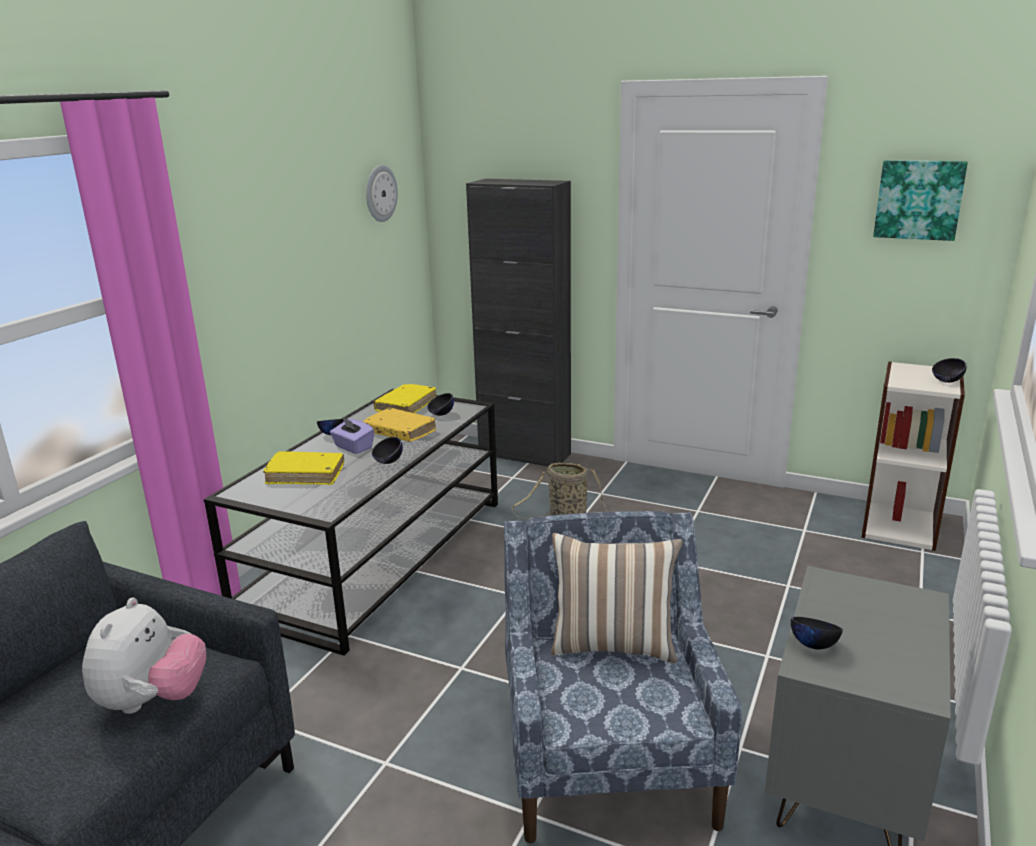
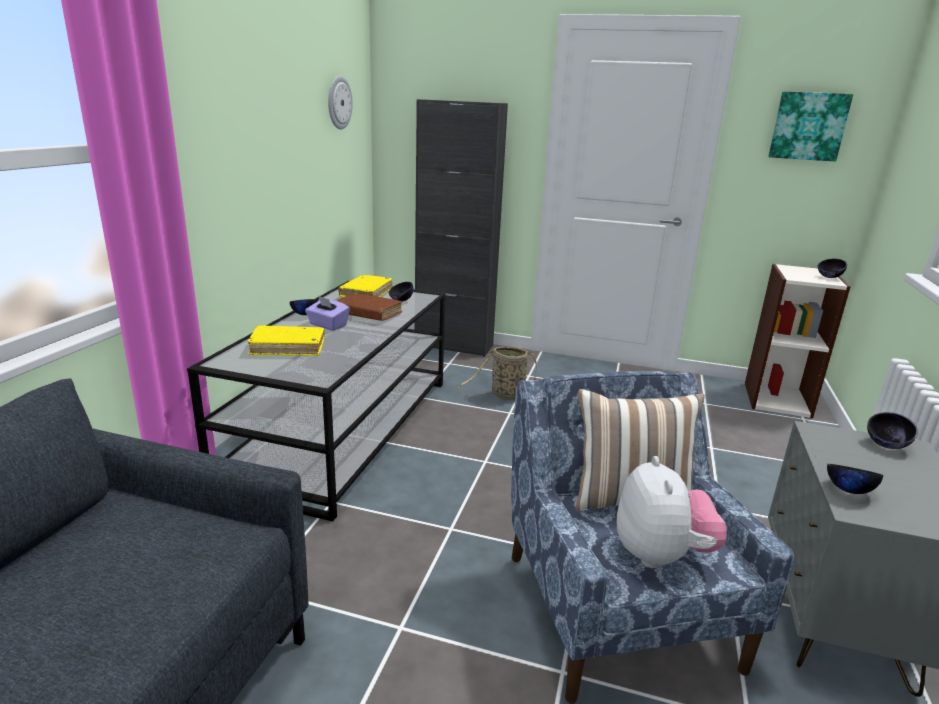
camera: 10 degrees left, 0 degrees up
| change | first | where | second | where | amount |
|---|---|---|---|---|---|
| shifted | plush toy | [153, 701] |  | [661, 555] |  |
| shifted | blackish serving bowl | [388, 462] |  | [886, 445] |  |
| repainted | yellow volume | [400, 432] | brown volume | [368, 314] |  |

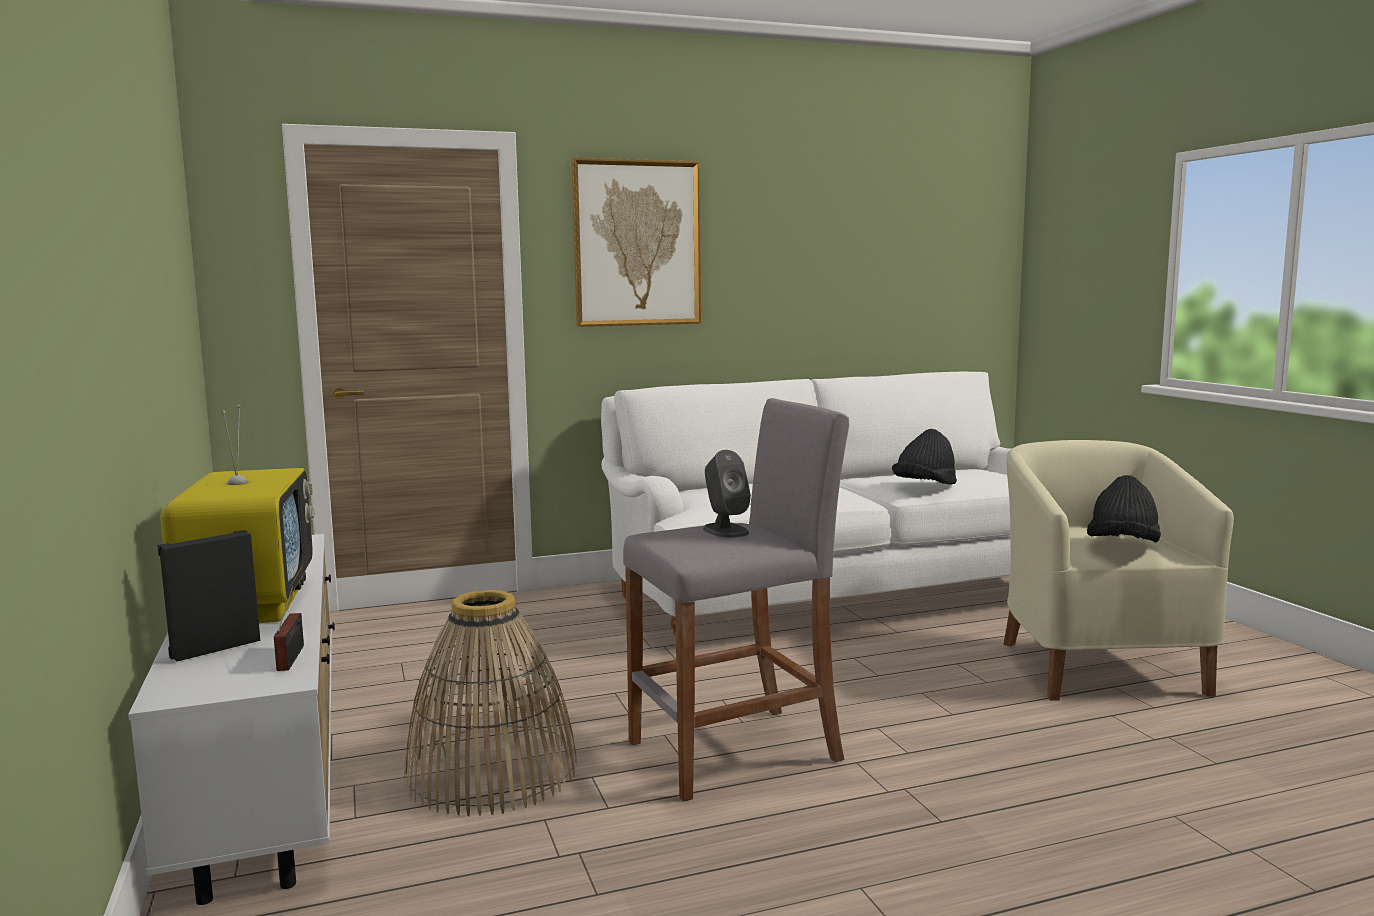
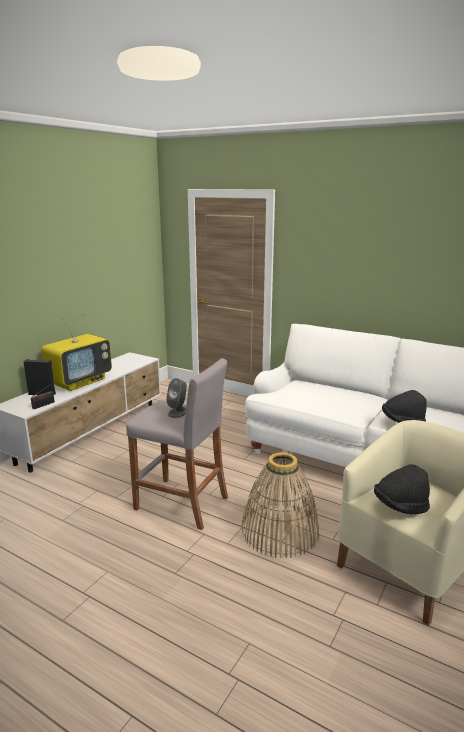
camera: 50 degrees right, 10 degrees up
| change | first | where | second | where | amount |
|---|---|---|---|---|---|
| gone | picture | [637, 243] |  |  |  |
| shifted | storage basket | [491, 771] |  | [280, 531] |  |

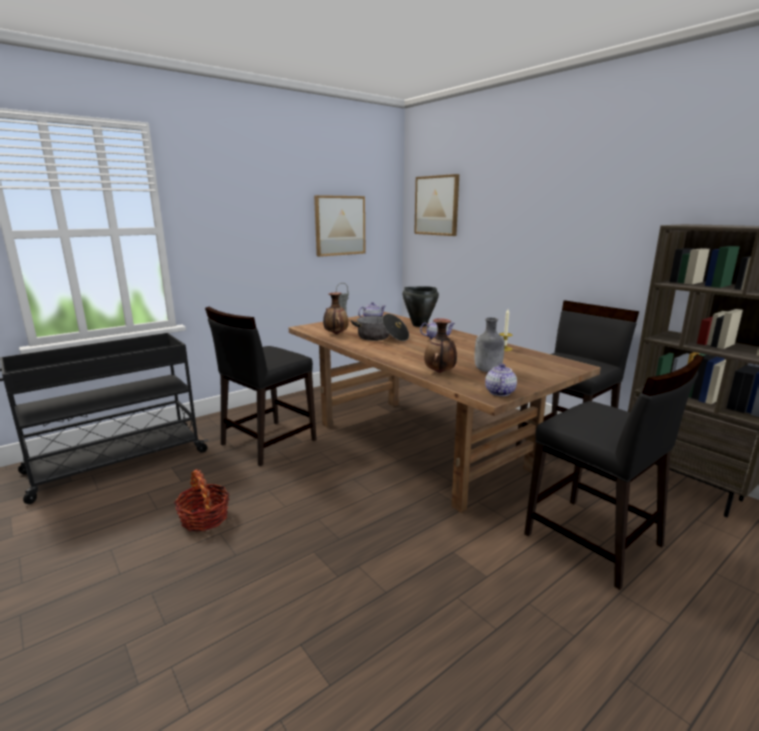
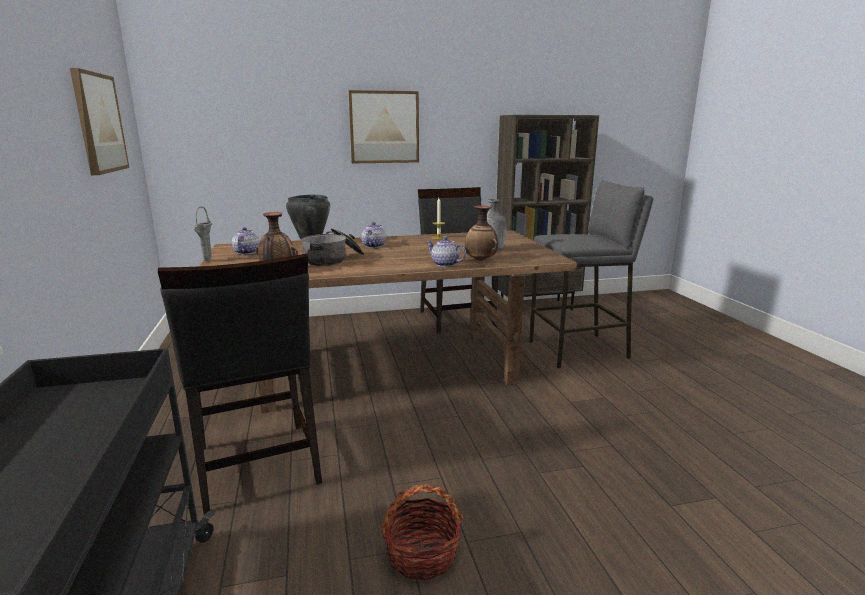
camera: 65 degrees left, 0 degrees up
| change | first | where | second | where | amount |
|---|---|---|---|---|---|
| shifted | picture | [437, 205] |  | [384, 127] |  |
| shifted | tea pot | [499, 392] |  | [445, 264] |  |
| swapped | blackish upright chair | [593, 541] | gray stool | [579, 350] |  |

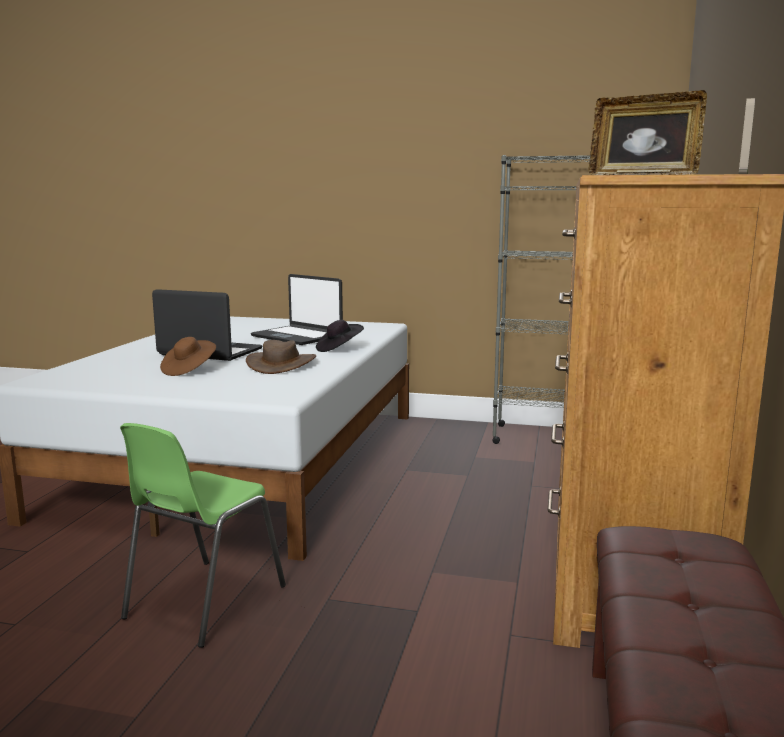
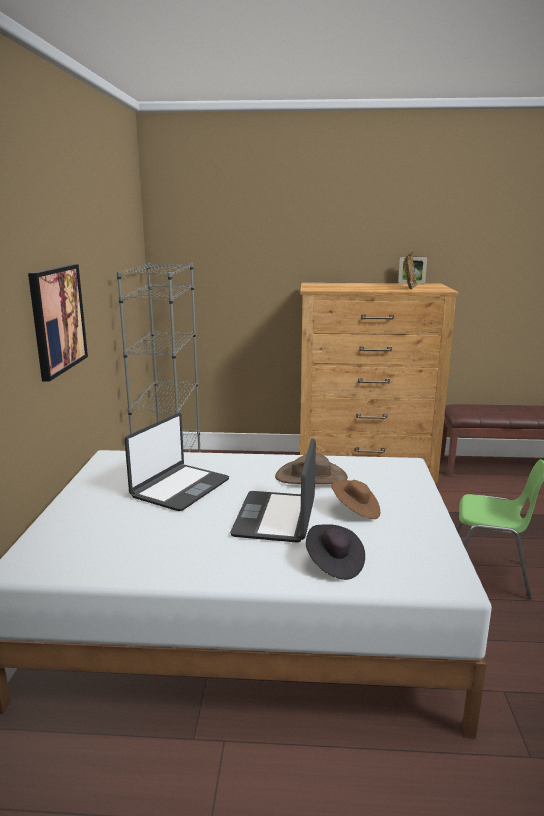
camera: 100 degrees left, 5 degrees up
| change | first | where | second | where | amount |
|---|---|---|---|---|---|
| new |  |  | picture | [57, 319] |  |
| shifted | blackish hat | [339, 349] |  | [334, 564] |  |

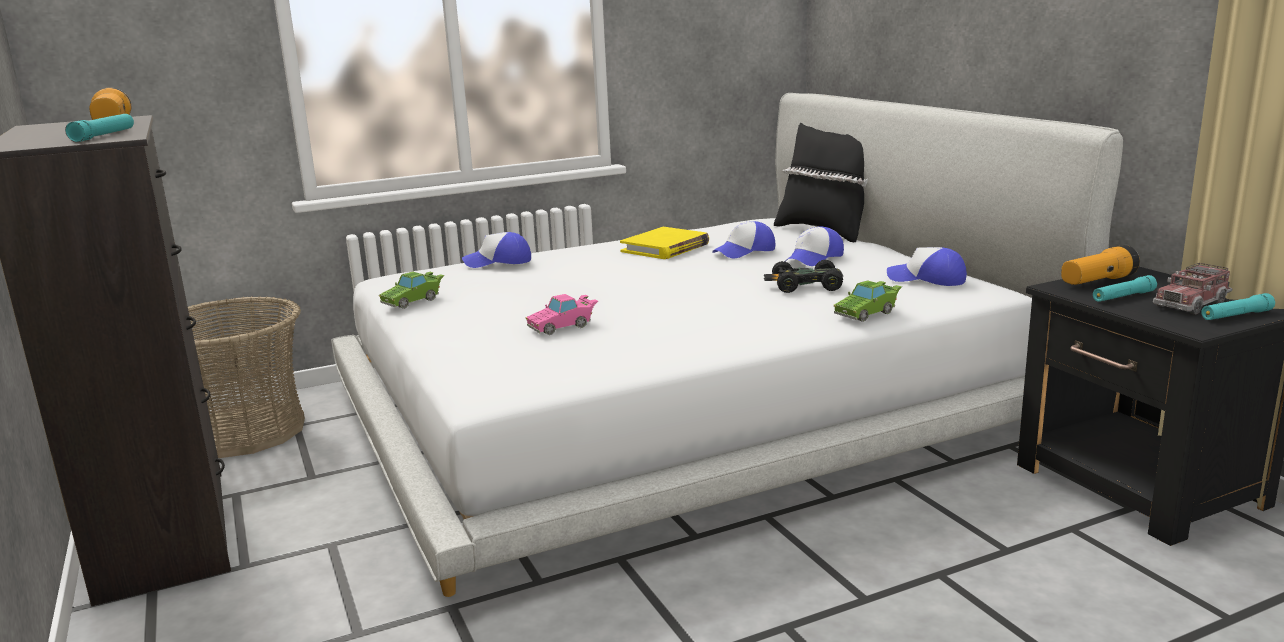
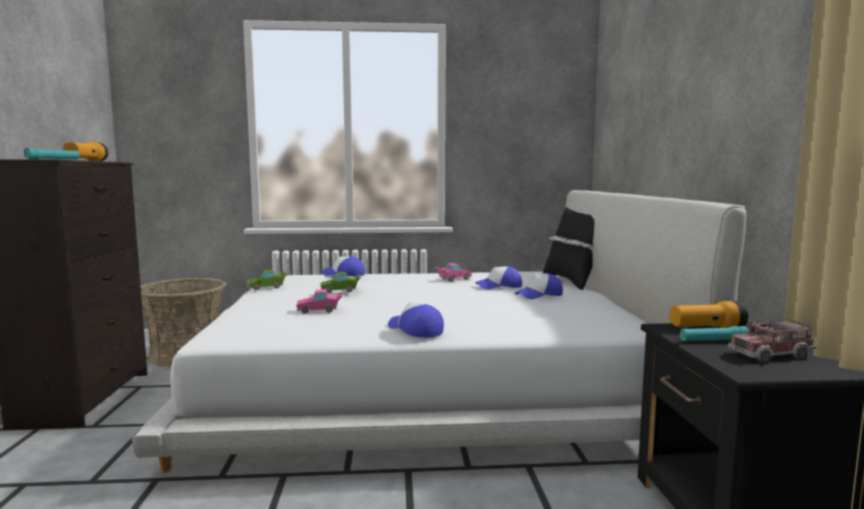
camera: 20 degrees right, 10 degrees down
| change | first | where | second | where | amount |
|---|---|---|---|---|---|
| gone | blackish miniature car | [805, 286] |  |  |  |
| gone | blue-green flashlight | [1236, 315] |  |  |  |
| shifted | green-coloured miniature car | [867, 313] |  | [340, 290] |  |
| shifted | peaked cap | [927, 279] |  | [415, 330] |  |
| swapped | yellow volume | [665, 248] | pink miniature car | [453, 279] |  |

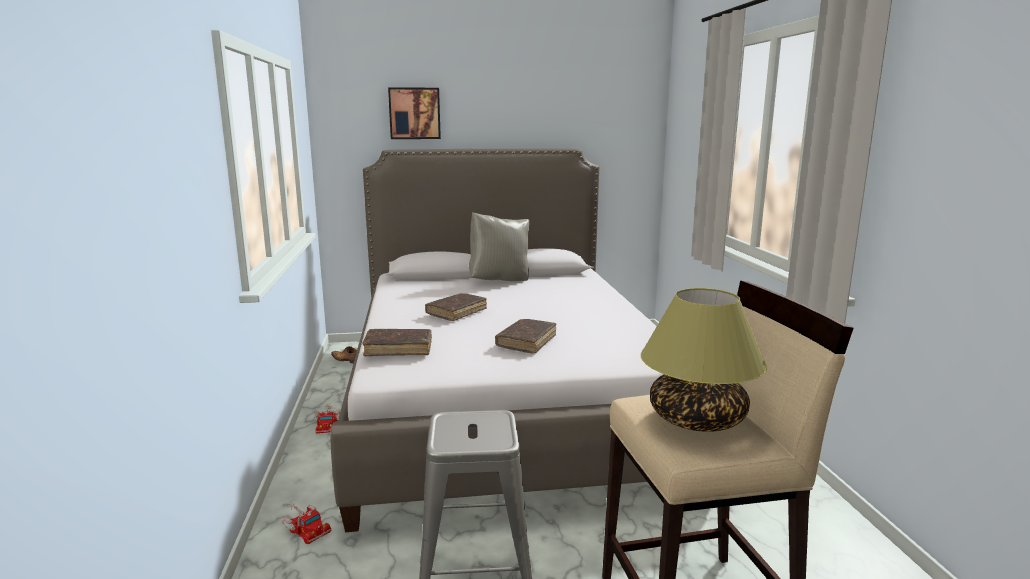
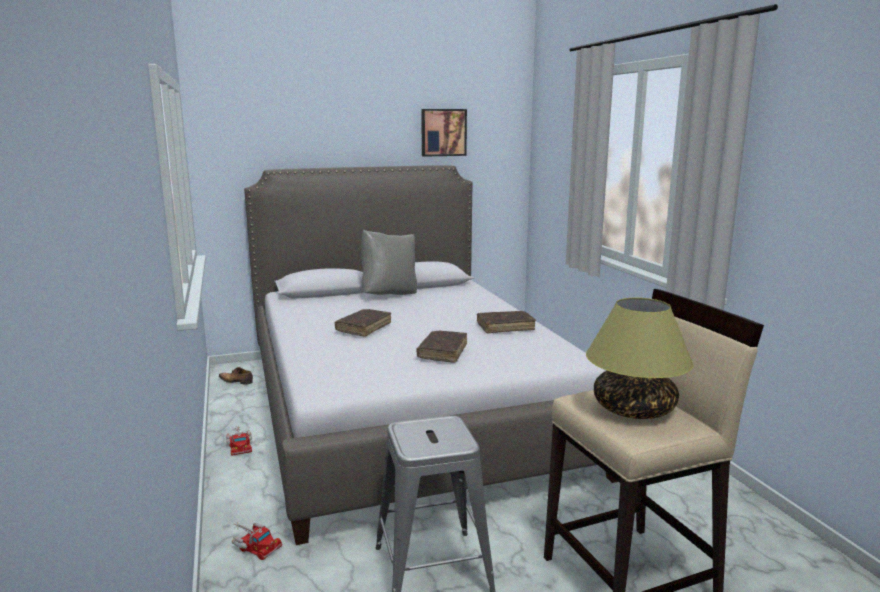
camera: 10 degrees left, 0 degrees up
| change | first | where | second | where | amount |
|---|---|---|---|---|---|
| shifted | brown volume | [398, 349] |  | [505, 327] |  |
| shifted | picture | [414, 113] |  | [443, 132] |  |

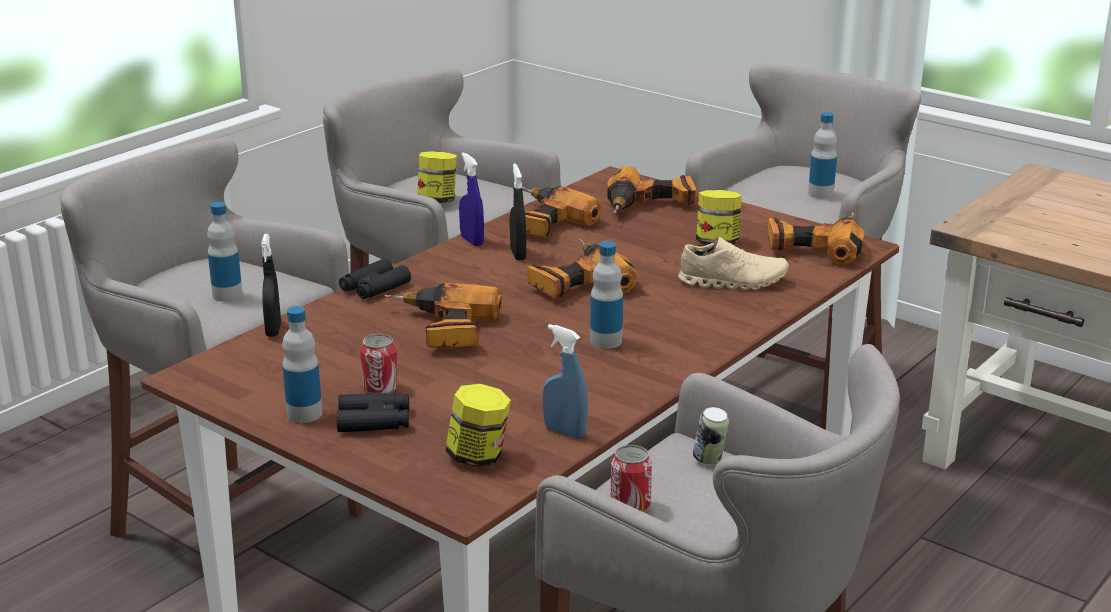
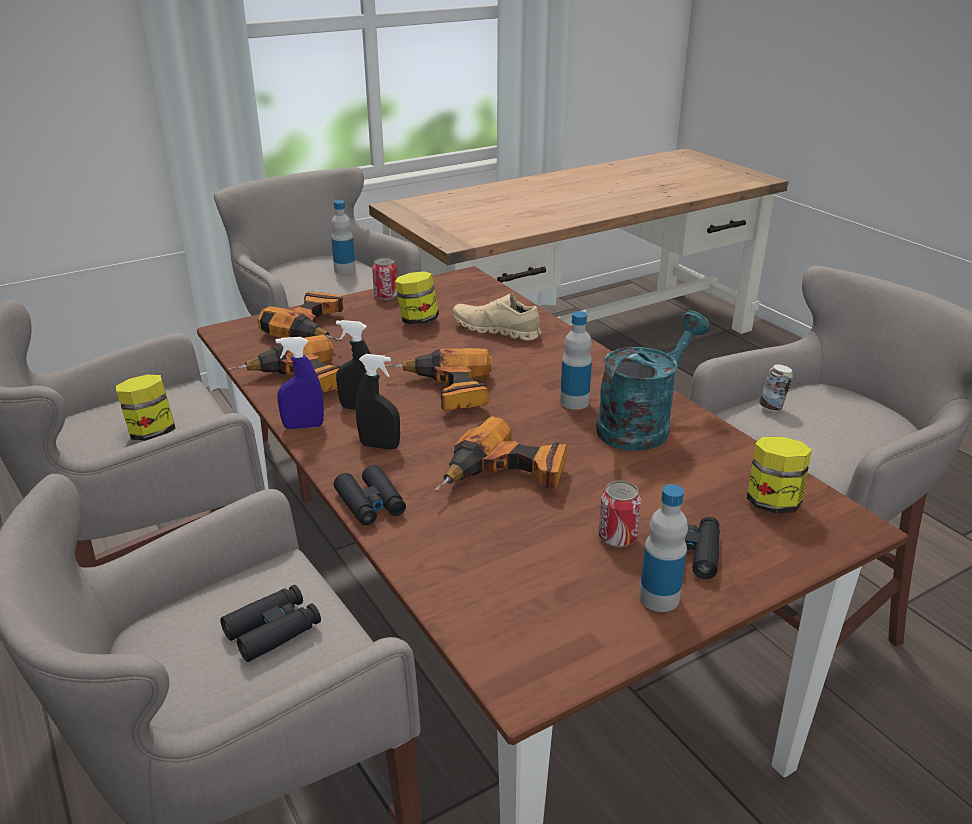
camera: 70 degrees left, 5 degrees up
| change | first | where | second | where | amount |
|---|---|---|---|---|---|
| gone | bluish sprayer | [564, 432] |  |  |  |
| gone | drill | [814, 246] |  |  |  |
| new |  |  | blue-green watering pot | [641, 424] |  |
| shifted | blackish sprayer | [273, 330] |  | [379, 446] |  |
| shifted | sealed can | [630, 505] |  | [386, 295] |  |
| swapped | drink bottle | [227, 295] | blackish field glasses | [273, 630] |  |
| rotated | beige-coloured low shoe | [733, 282] |  | [496, 330] | 90 degrees counterclockwise |

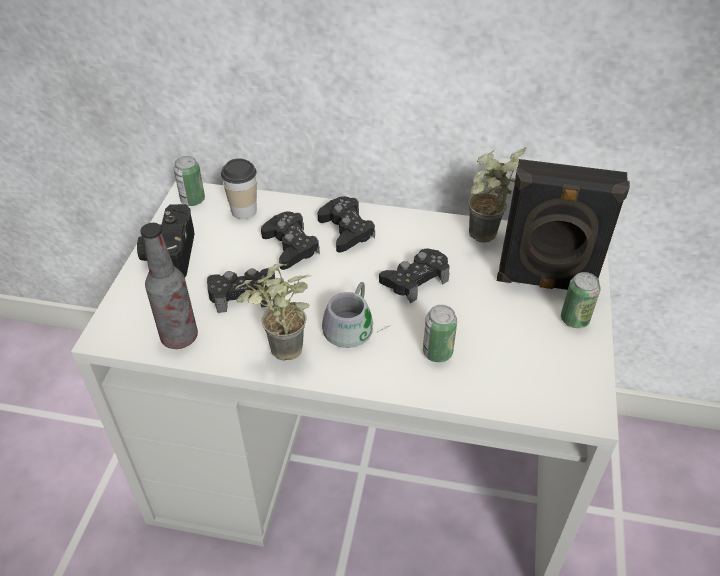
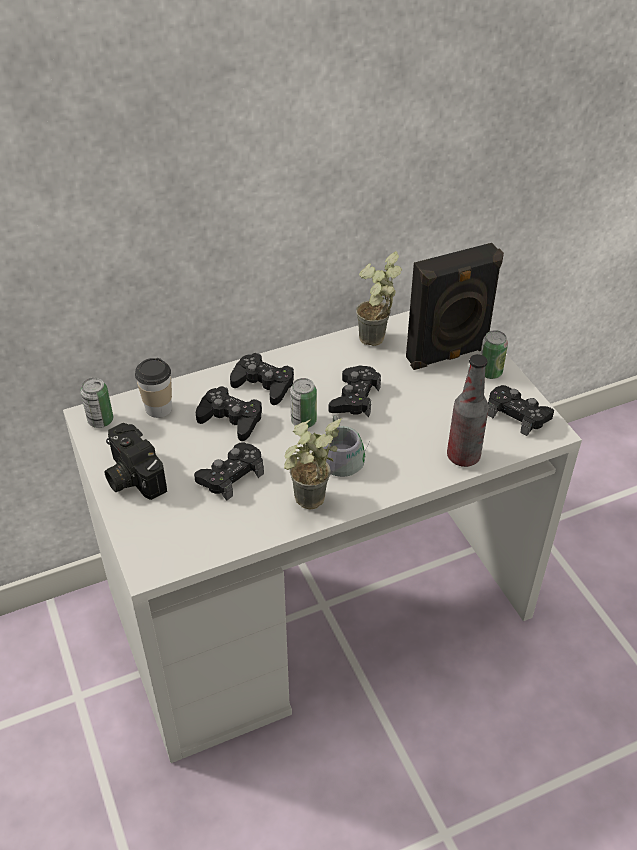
camera: 35 degrees left, 0 degrees up
| change | first | where | second | where | amount |
|---|---|---|---|---|---|
| new |  |  | blackish gamepad | [517, 415] |  |
| shifted | drink bottle | [179, 337] |  | [463, 456] |  |
| shifted | sealed can | [437, 352] |  | [303, 421] |  |

